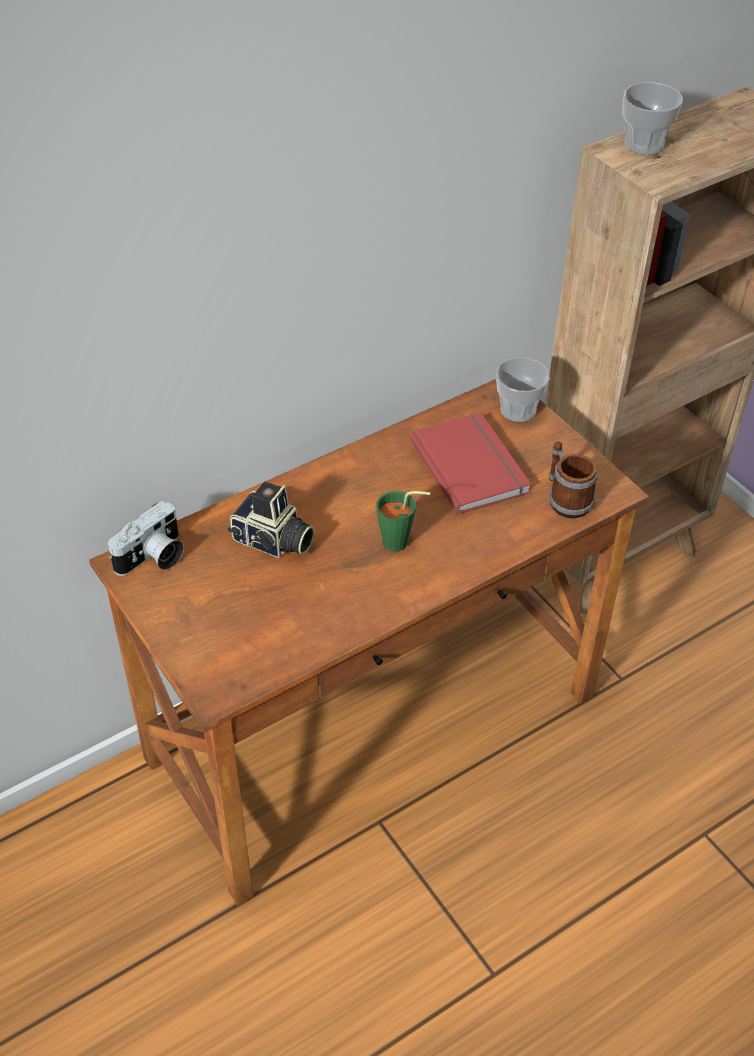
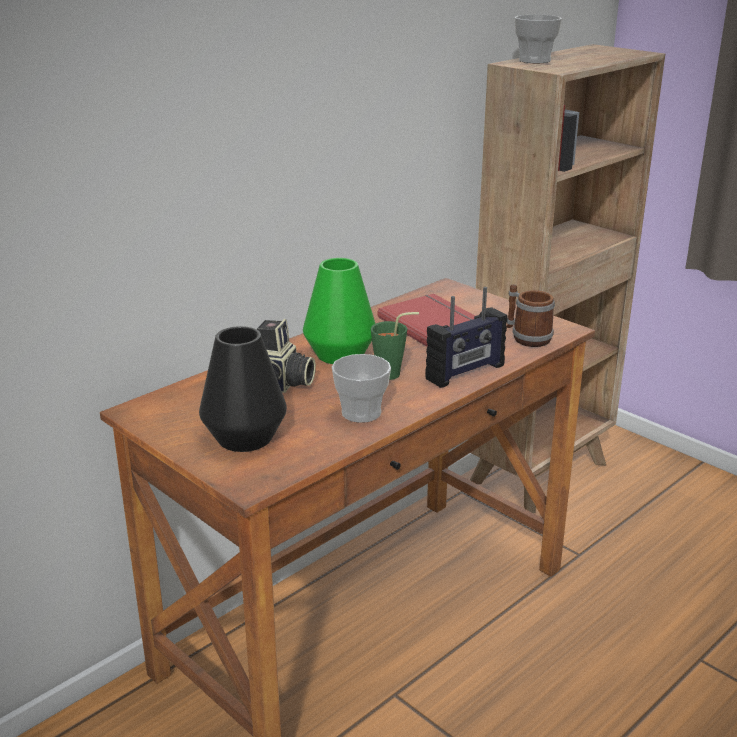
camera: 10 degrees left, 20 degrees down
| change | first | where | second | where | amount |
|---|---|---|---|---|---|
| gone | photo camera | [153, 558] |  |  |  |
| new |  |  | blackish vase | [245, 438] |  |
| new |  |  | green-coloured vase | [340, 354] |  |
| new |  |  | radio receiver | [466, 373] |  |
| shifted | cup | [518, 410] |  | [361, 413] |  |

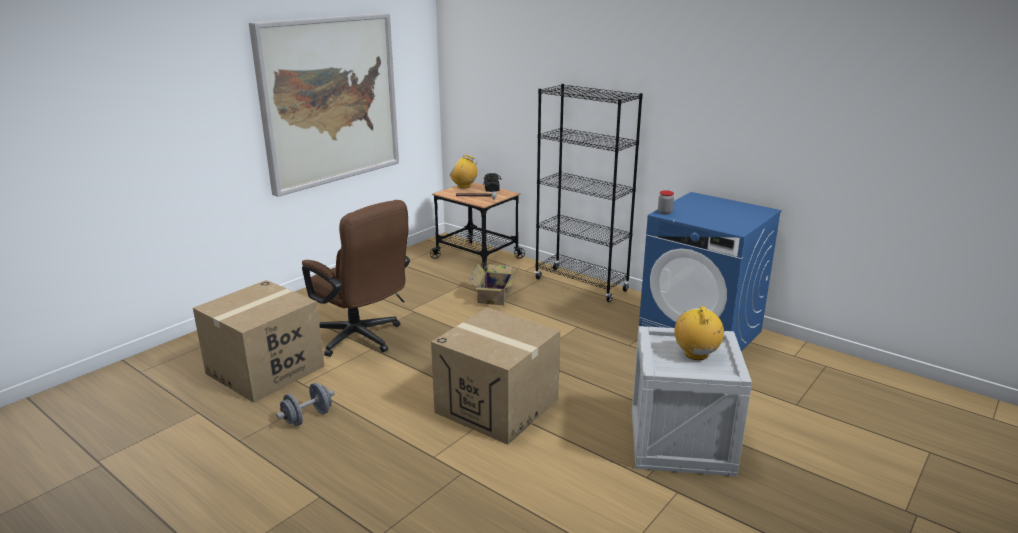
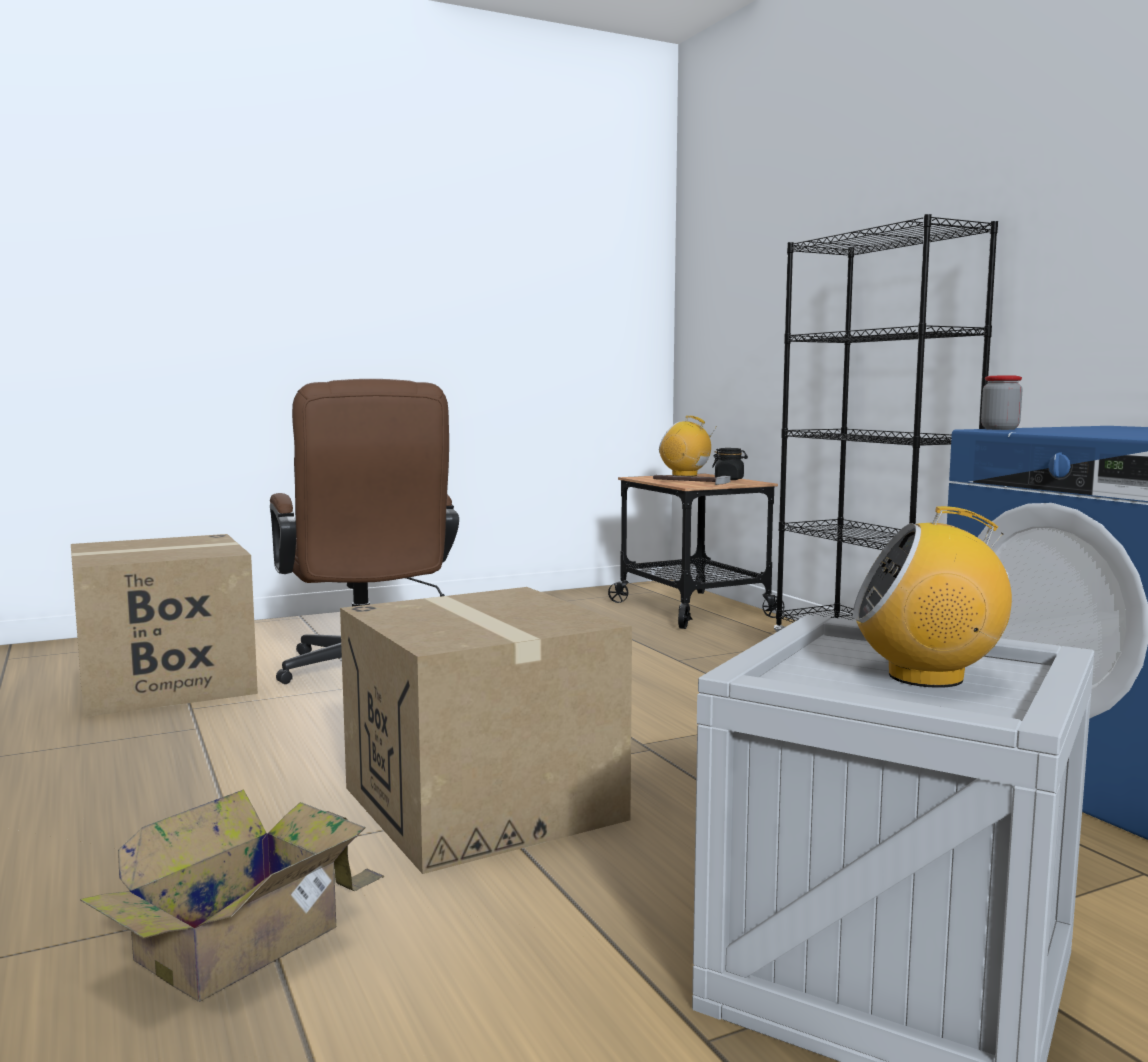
camera: 25 degrees right, 15 degrees down
| change | first | where | second | where | amount |
|---|---|---|---|---|---|
| gone | picture | [329, 100] |  |  |  |
| gone | gray hand weight | [307, 417] |  |  |  |
| shifted | cardboard box | [495, 295] |  | [247, 941] |  |
| rotated | radio receiver | [696, 354] |  | [927, 676] | 105 degrees counterclockwise |

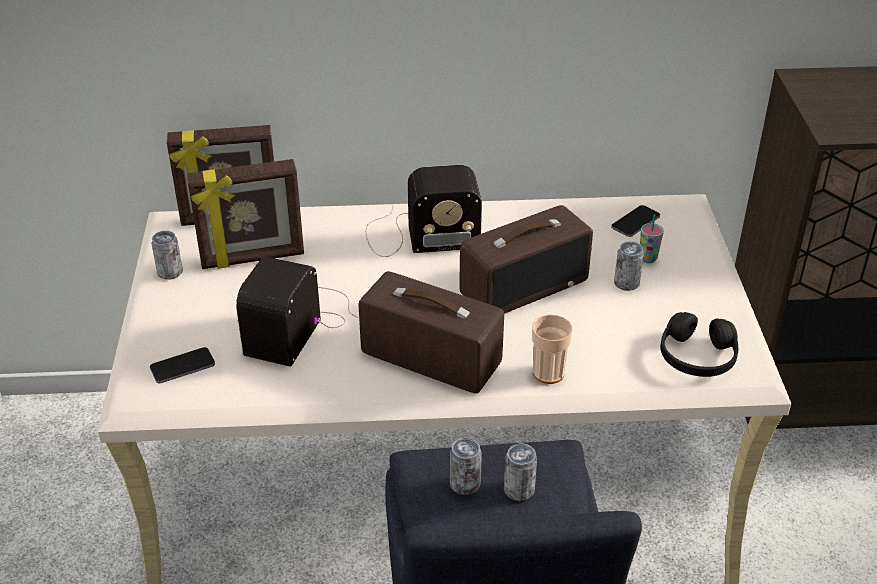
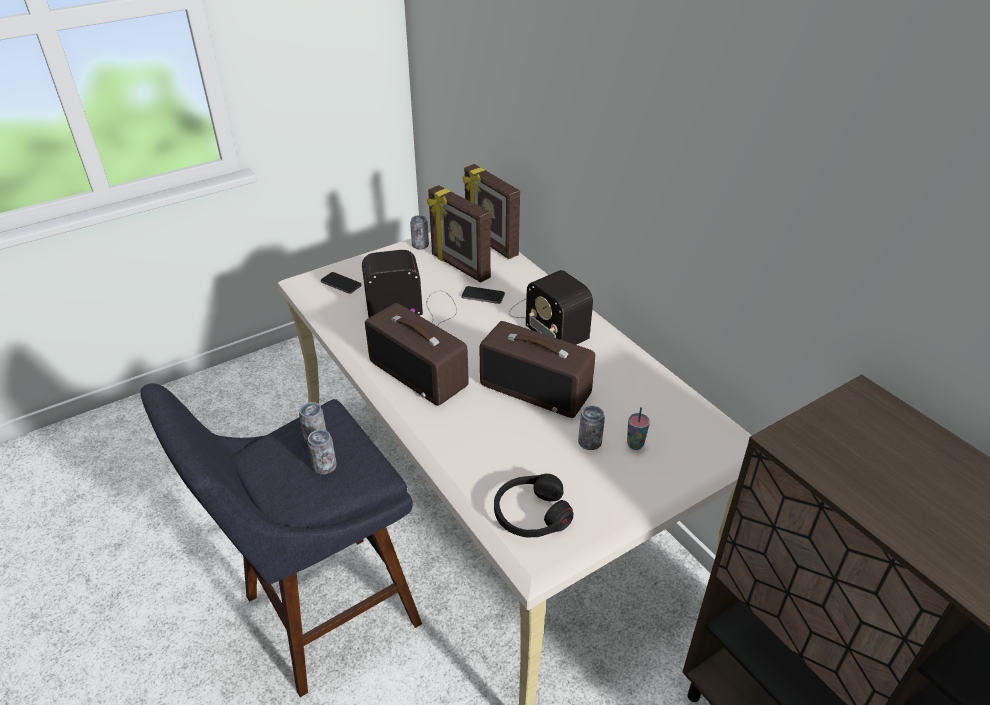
camera: 60 degrees right, 0 degrees up
| change | first | where | second | where | amount |
|---|---|---|---|---|---|
| gone | cup | [548, 373] |  |  |  |
| shifted | telephone | [635, 222] |  | [483, 296] |  |
| rotated | radio receiver | [429, 358] |  | [419, 373] | 135 degrees clockwise |

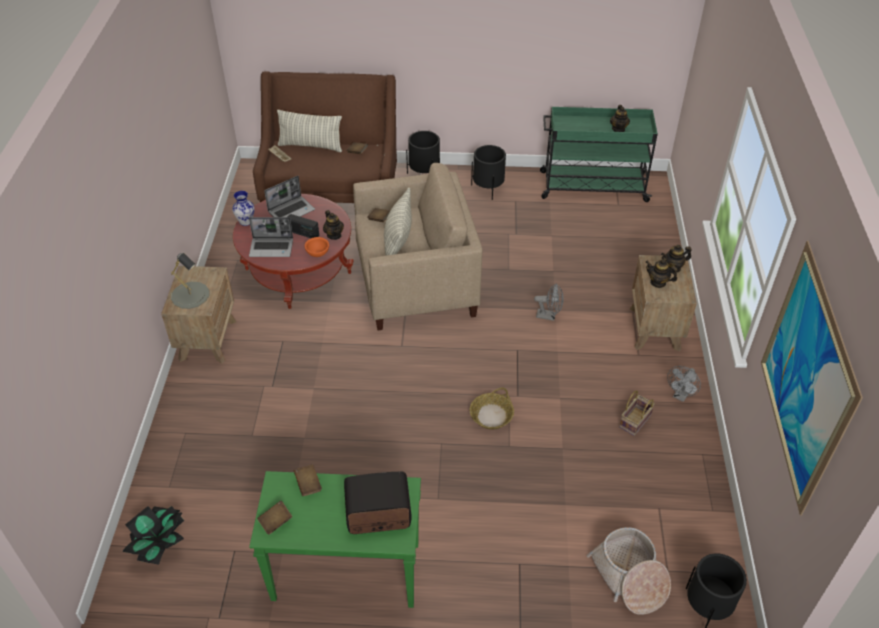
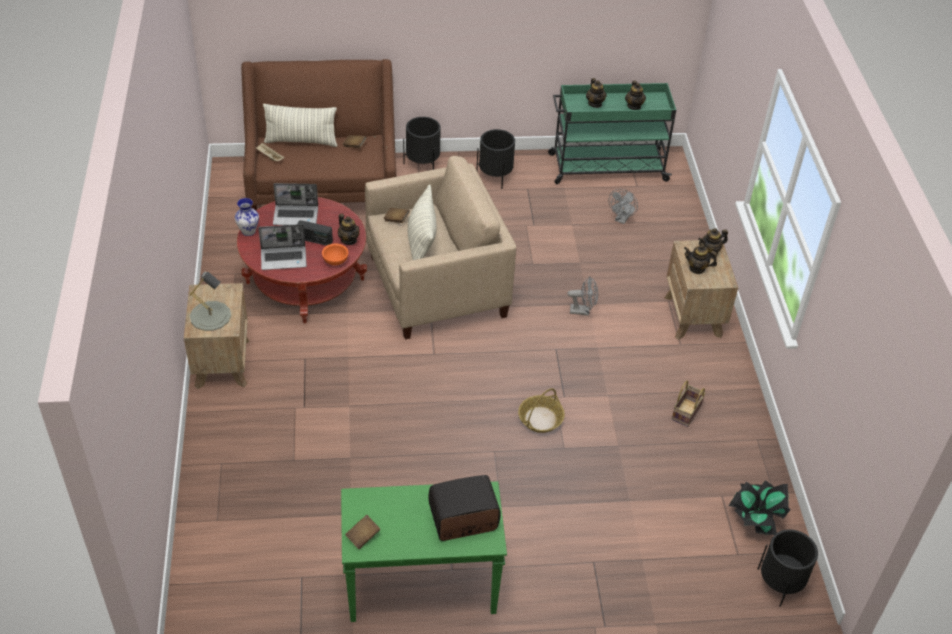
camera: 10 degrees left, 0 degrees up
| change | first | where | second | where | amount |
|---|---|---|---|---|---|
| gone | brown volume | [308, 484] |  |  |  |
| gone | storage basket | [629, 577] |  |  |  |
| gone | picture | [805, 377] |  |  |  |
| new |  |  | tea pot | [595, 103] |  |
| shifted | potted plant | [160, 544] |  | [754, 519] |  |
| shifted | gray cooling fan | [680, 396] |  | [621, 219] |  |
| rotated | portable computer | [291, 210] |  | [296, 216] | 45 degrees clockwise |

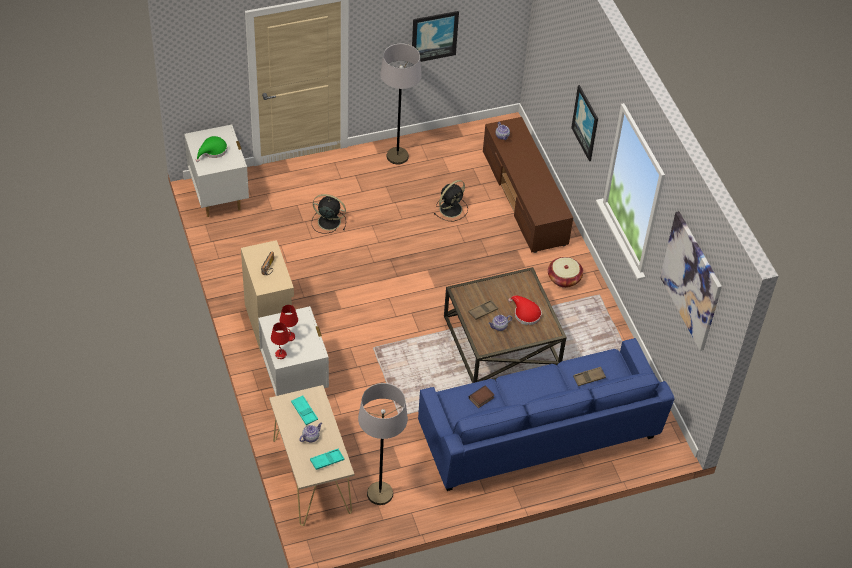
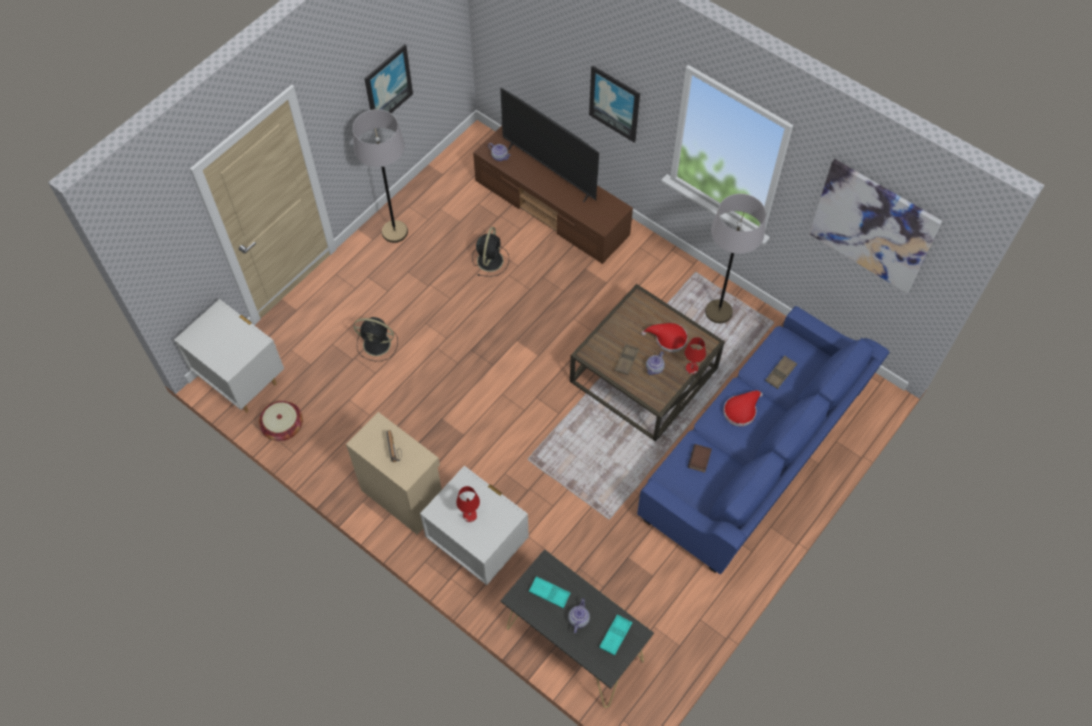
camera: 30 degrees left, 10 degrees up
| change | first | where | second | where | amount |
|---|---|---|---|---|---|
| gone | green-coloured hat | [213, 151] |  |  |  |
| new |  |  | television | [549, 171] |  |
| new |  |  | reddish hat | [741, 410] |  |
| shifted | reddish table lamp | [281, 355] |  | [692, 369] |  |
| shifted | gray standing lamp | [380, 494] |  | [718, 312] |  |
| shifted | storage basket | [564, 278] |  | [283, 426] |  |
| repainted | beige-coloured console table | [311, 475] | blackish console table | [574, 643] |  |
| rotated | blackish cooling fan | [328, 221] |  | [378, 344] | 150 degrees counterclockwise |

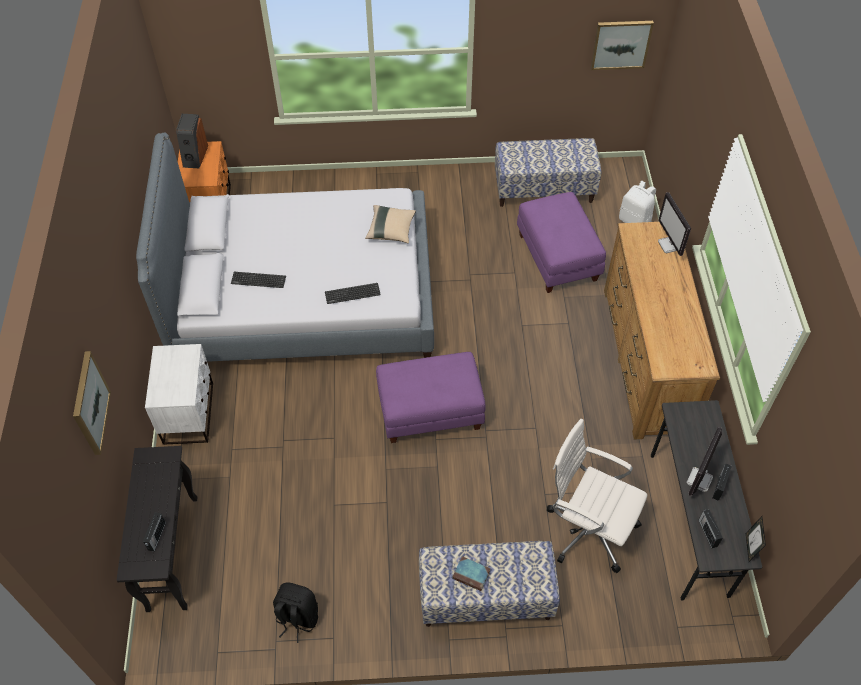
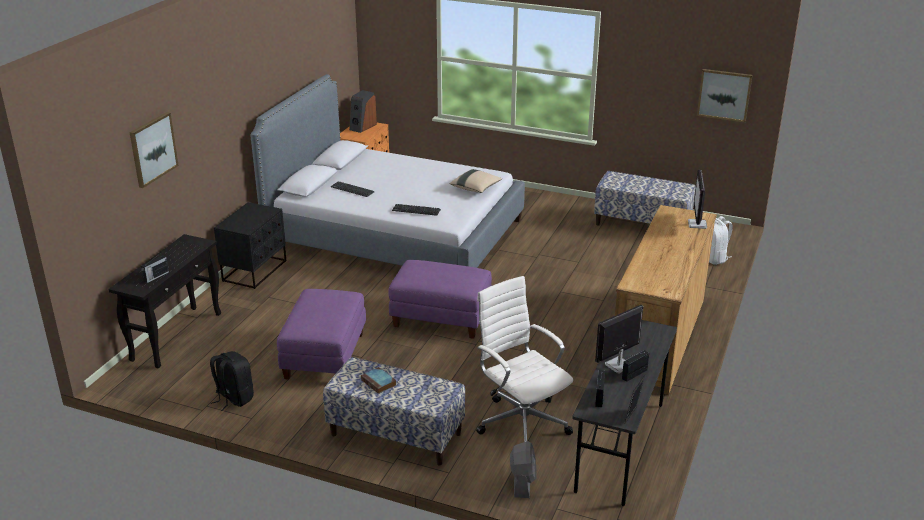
camera: 25 degrees right, 25 degrees down
| change | first | where | second | where | amount |
|---|---|---|---|---|---|
| new |  |  | gray cooling fan | [522, 482] |  |
| shifted | purple-coloured ottoman | [556, 257] |  | [324, 355] |  |
| repainted | whitish bedside table | [189, 413] | blackish bedside table | [255, 271] |  |

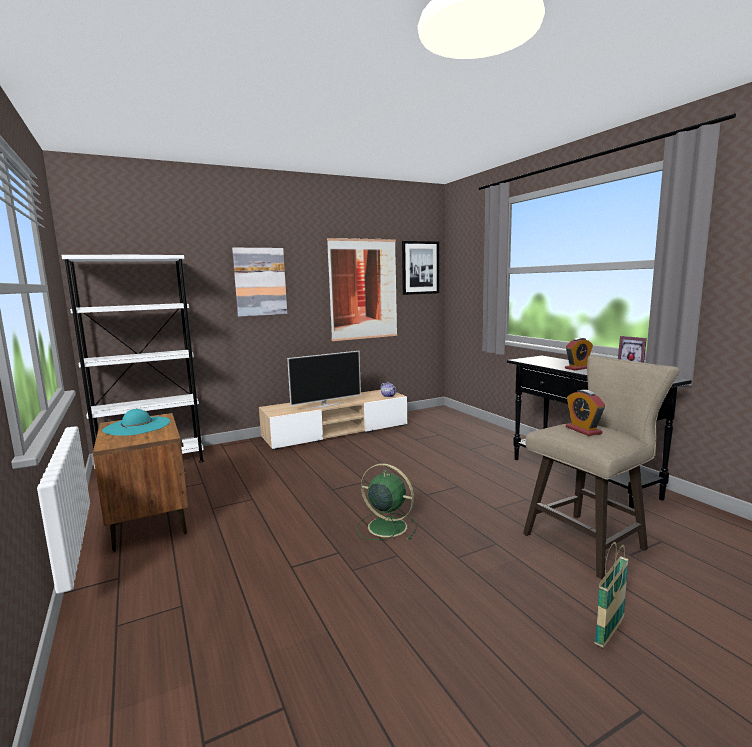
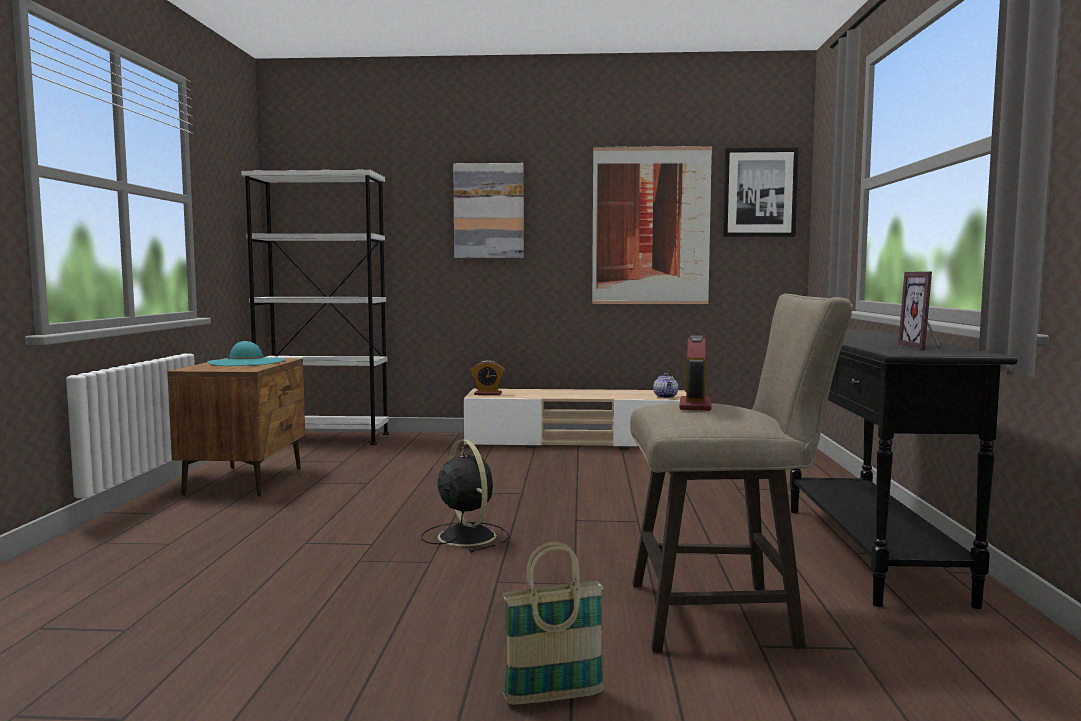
camera: 30 degrees right, 5 degrees down
| change | first | where | second | where | amount |
|---|---|---|---|---|---|
| gone | television | [325, 405] |  |  |  |
| shifted | table clock | [578, 368] |  | [487, 394] |  |
| repainted | green-coloured cooling fan | [385, 526] | blackish cooling fan | [465, 536] |  |

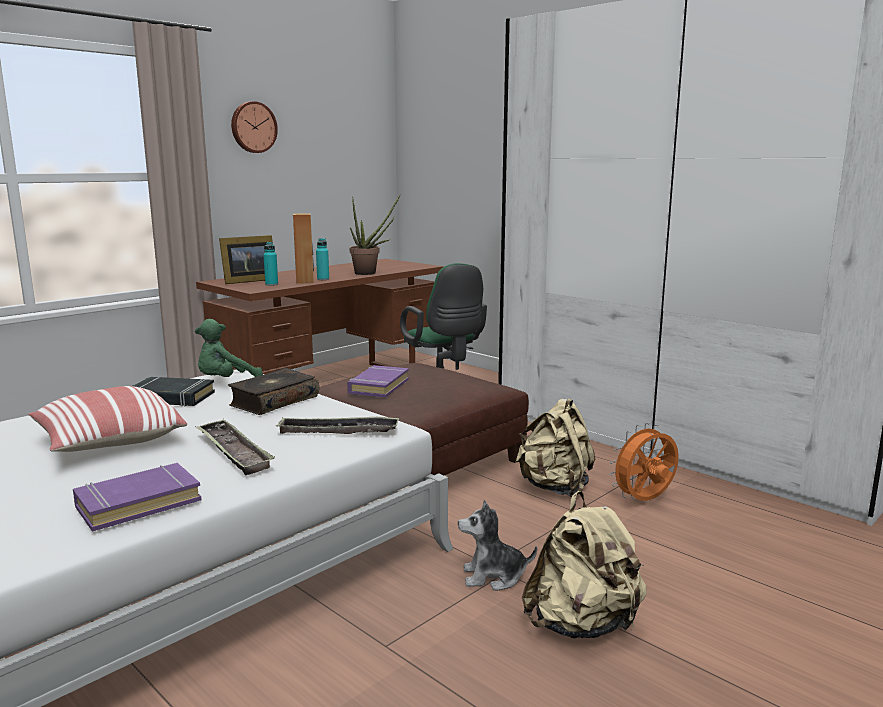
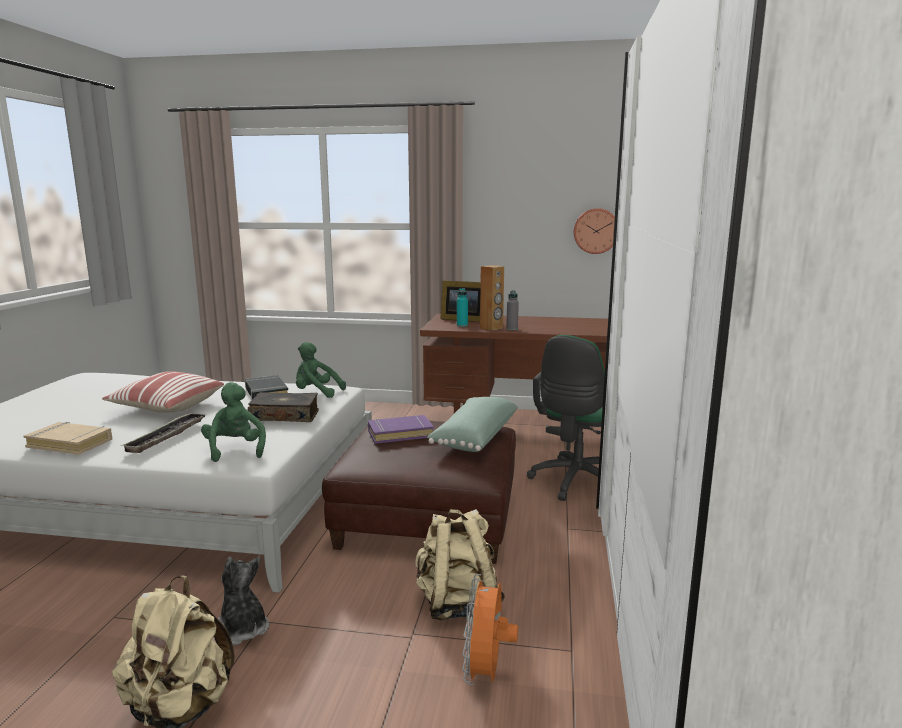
camera: 55 degrees right, 0 degrees up
| change | first | where | second | where | amount |
|---|---|---|---|---|---|
| gone | potted plant | [370, 273] |  |  |  |
| new |  |  | green-coloured throw pillow | [474, 437] |  |
| shifted | wall clock | [253, 127] |  | [596, 231] |  |
| swapped | tray | [338, 431] | green-coloured plush toy | [235, 450] |  |
| repainted | purple-coloured volume | [138, 503] | beige-coloured volume | [70, 443] |  |
| repainted | blue-green drink bottle | [323, 279] | gray drink bottle | [512, 329] |  |
| rotated | orangey cooling fan | [644, 501] |  | [486, 674] | 105 degrees counterclockwise |

